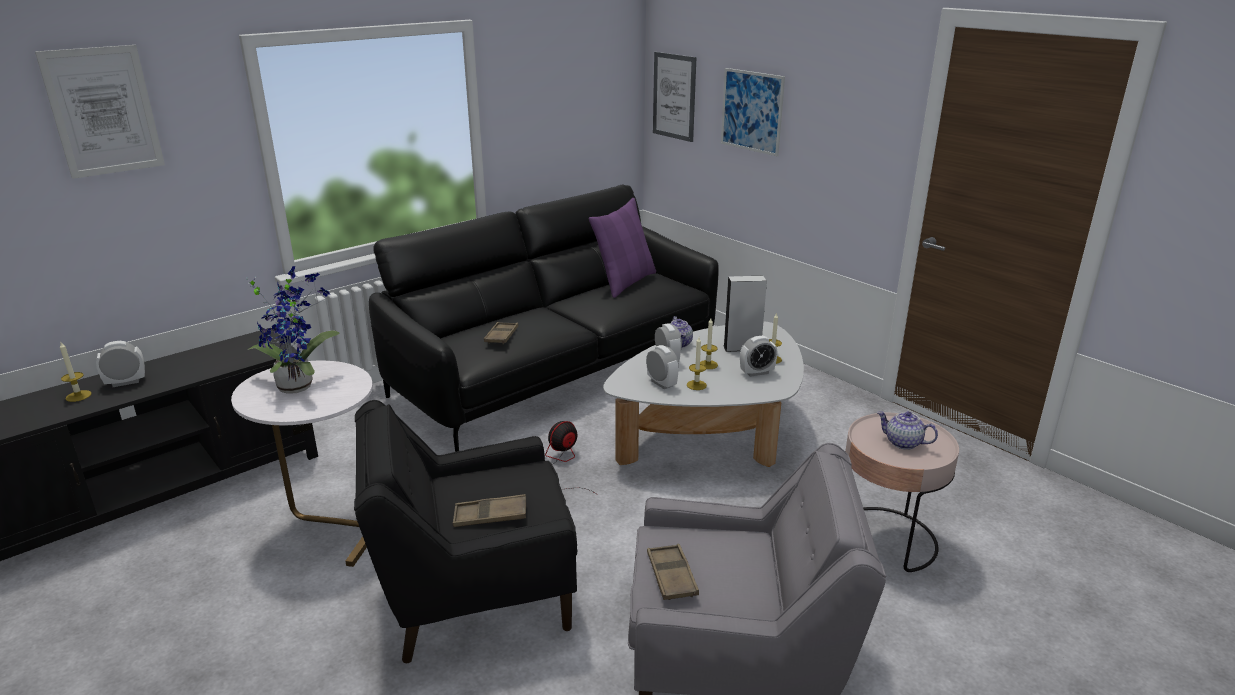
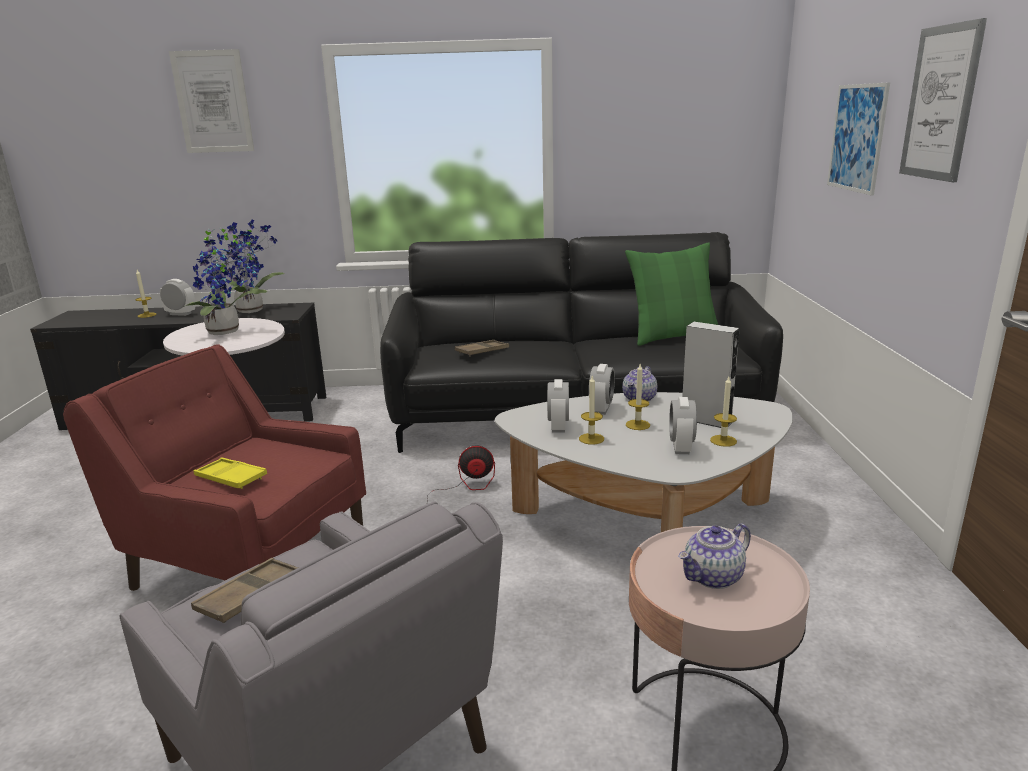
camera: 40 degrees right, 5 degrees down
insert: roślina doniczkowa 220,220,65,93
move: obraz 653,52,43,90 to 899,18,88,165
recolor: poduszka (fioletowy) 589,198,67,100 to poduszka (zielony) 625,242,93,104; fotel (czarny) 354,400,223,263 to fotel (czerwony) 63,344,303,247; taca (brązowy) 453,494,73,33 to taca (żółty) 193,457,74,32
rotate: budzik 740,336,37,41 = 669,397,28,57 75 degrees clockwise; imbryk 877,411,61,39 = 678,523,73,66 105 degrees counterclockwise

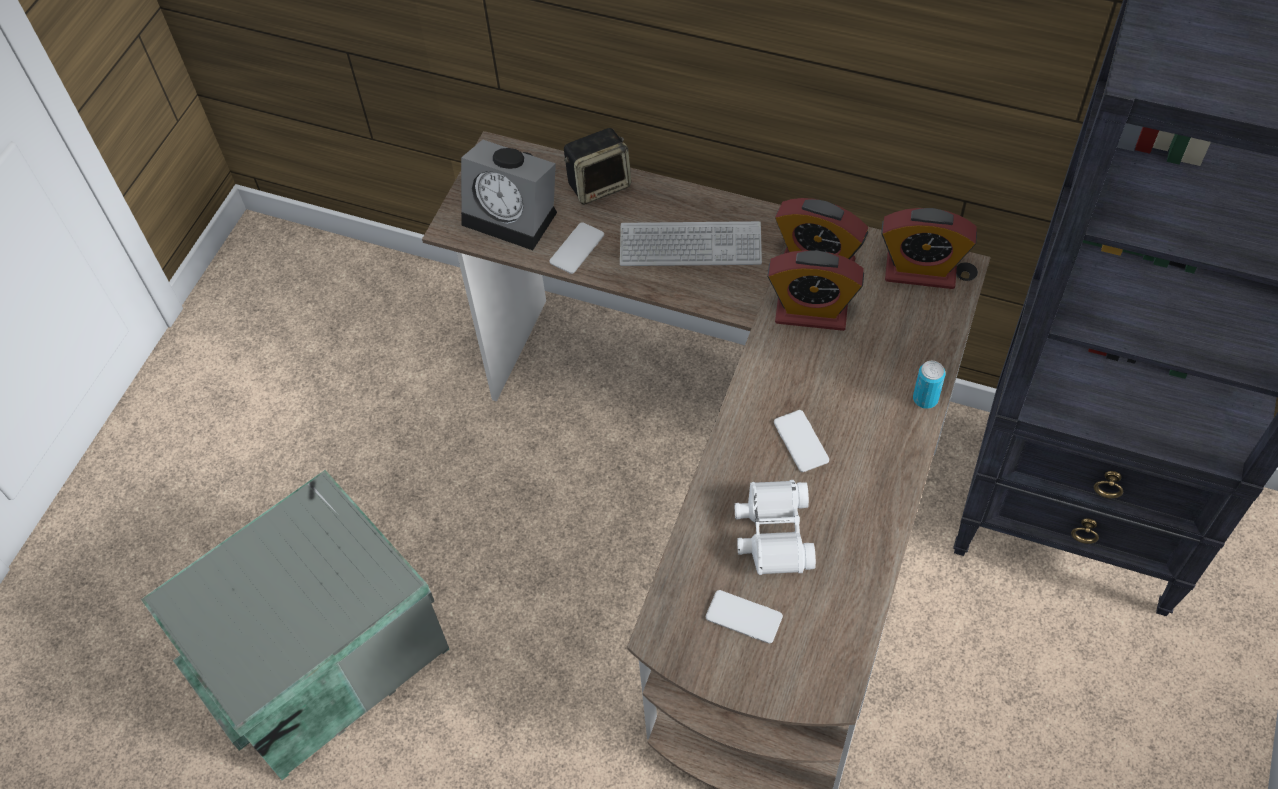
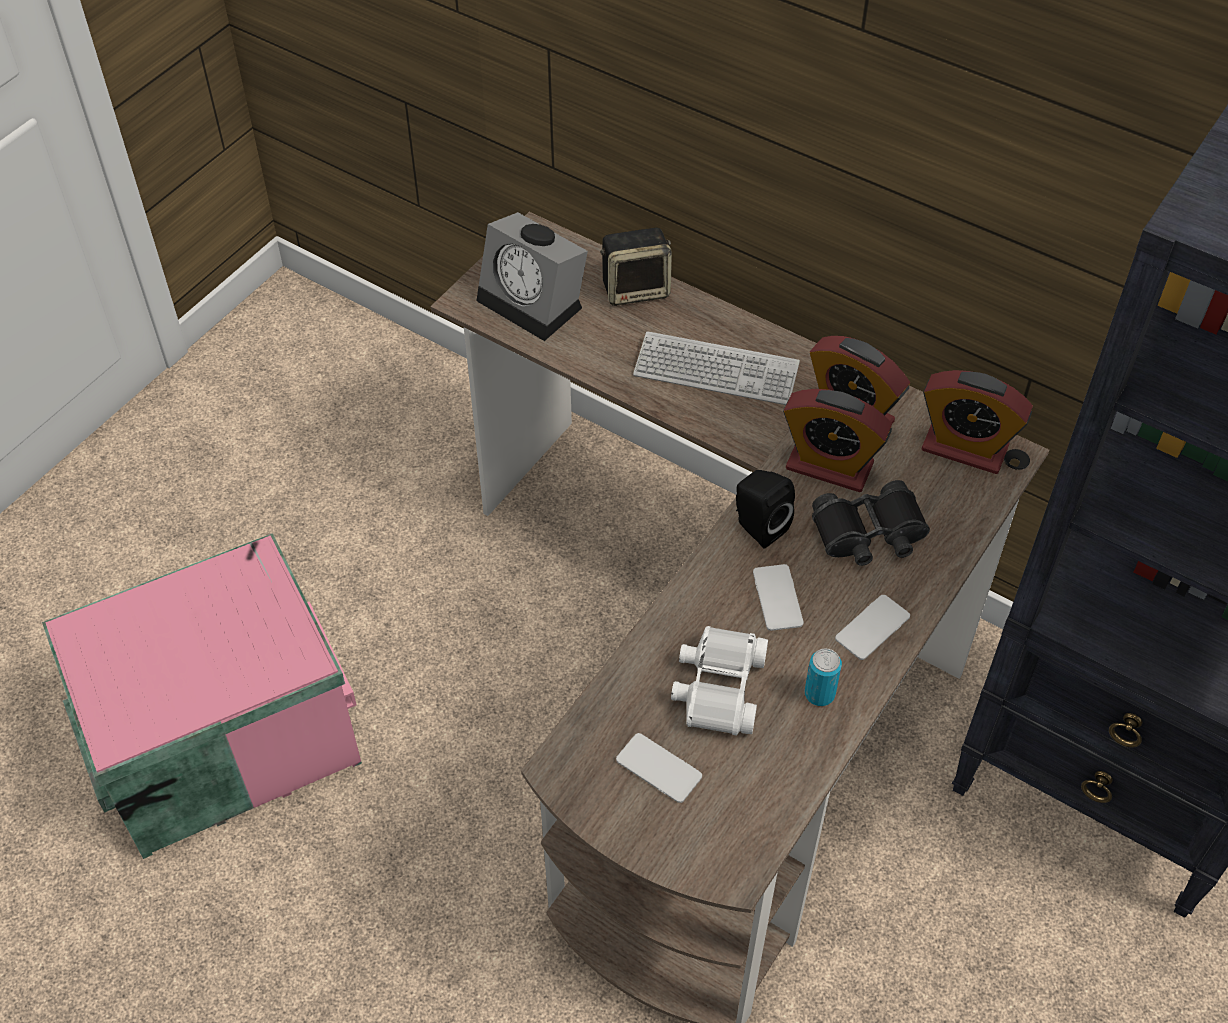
camera: 10 degrees right, 5 degrees down
insert: głośnik (czarny) 736,470,59,78; lornetka (czarny) 812,480,118,86
move: telefon 549,222,55,52 to 835,595,75,65; puszka 913,361,32,48 to 805,649,37,57
recolor: pojemnik do przechowywania (szary) 141,470,308,310 to pojemnik do przechowywania (różowy) 42,533,320,326

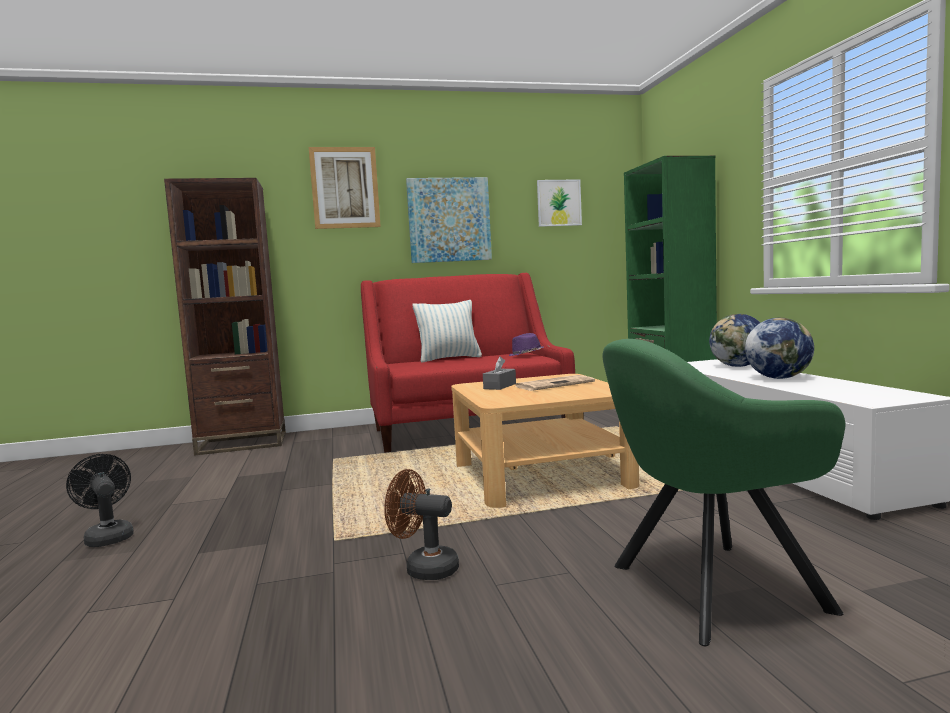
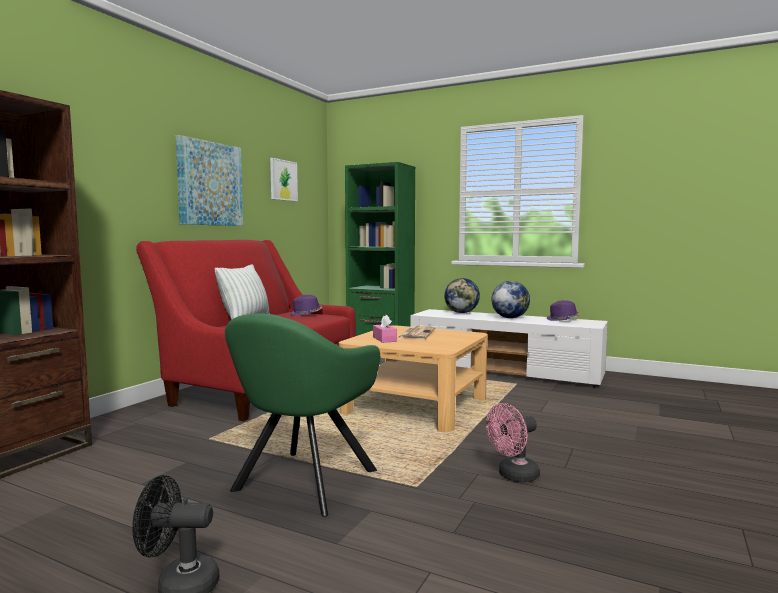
camera: 50 degrees left, 0 degrees up
delete: obraz 309,147,72,82
insert: kapelusz (fioletowy) 547,300,33,21
move: fotel (zielony) 603,339,242,307 to 225,313,155,204
recolor: pudełko chusteczek (szary) 483,357,33,33 to pudełko chusteczek (różowy) 373,315,24,28; wentylator (brązowy) 384,469,75,111 to wentylator (różowy) 486,403,54,79

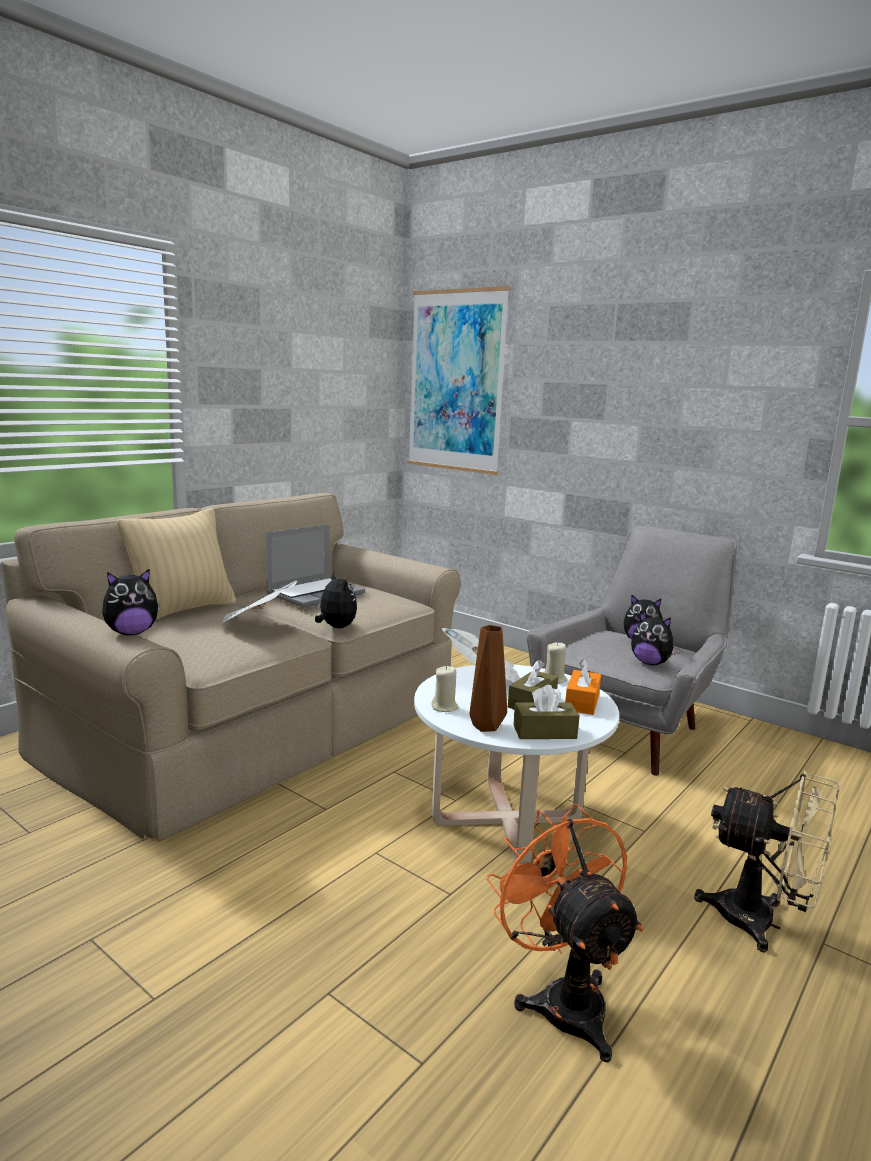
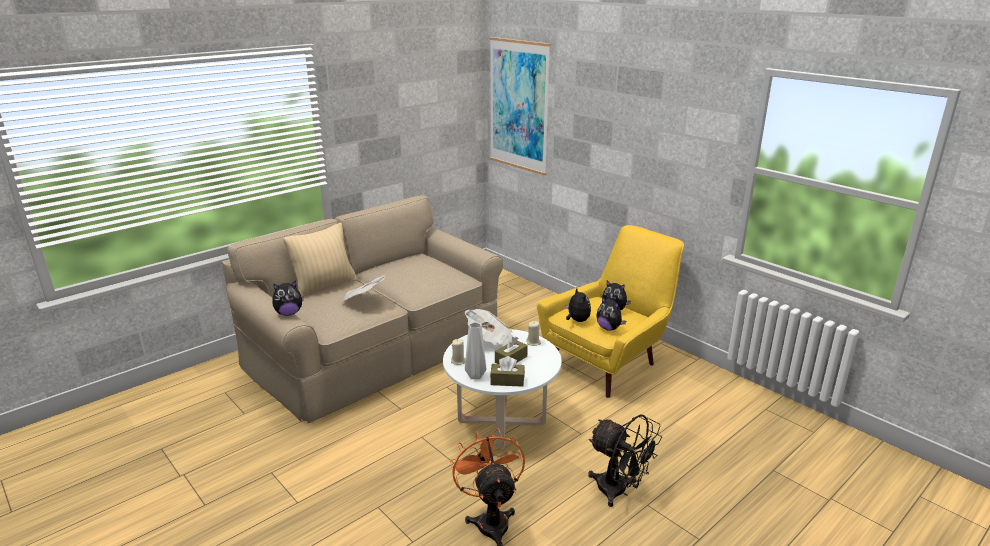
camera: 10 degrees right, 10 degrees up
delete: laptop 266,524,99,84; pudełko chusteczek (pomarańczowy) 565,659,36,56
move: pluszak 315,572,42,56 to 566,288,25,34
recolor: fotel (szary) 526,525,211,251 to fotel (żółty) 537,225,147,173; wazon (brązowy) 470,625,37,107 to wazon (szary) 465,322,21,57; wentylator (beżowy) 694,771,145,181 to wentylator (czarny) 588,414,74,93

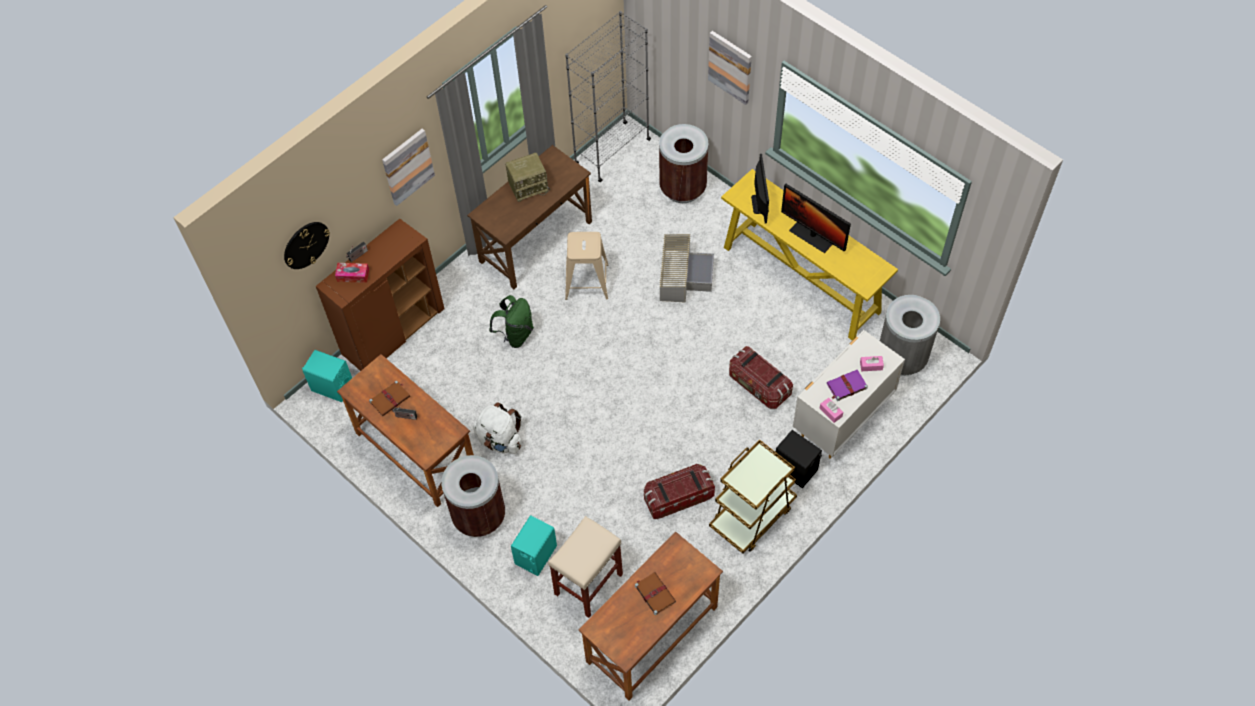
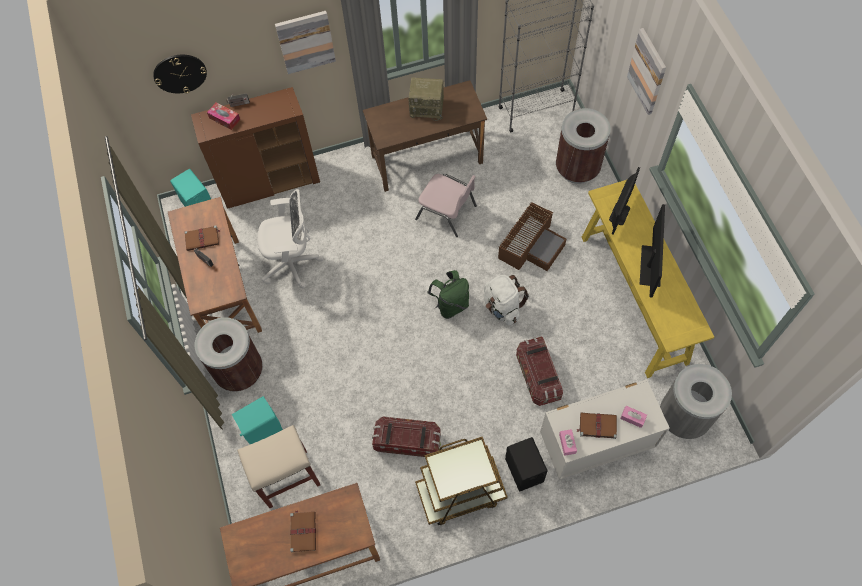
camera: 30 degrees right, 5 degrees up
insert: krzesło biurowe (biały) 257,189,66,99
move: plecak (zielony) 489,295,45,53 to 428,270,41,49; plecak (biały) 473,402,49,52 to 484,275,45,51
replace: stołek (beżowy) 565,232,43,68 to krzesło (różowy) 415,174,62,63
recolor: pojemnik do przechowywania (szary) 659,234,55,69 to pojemnik do przechowywania (brązowy) 498,202,68,69; książka (fioletowy) 827,370,41,31 to książka (brązowy) 577,413,40,26
rotate: monitor 781,184,70,69 = 640,204,25,93 150 degrees counterclockwise

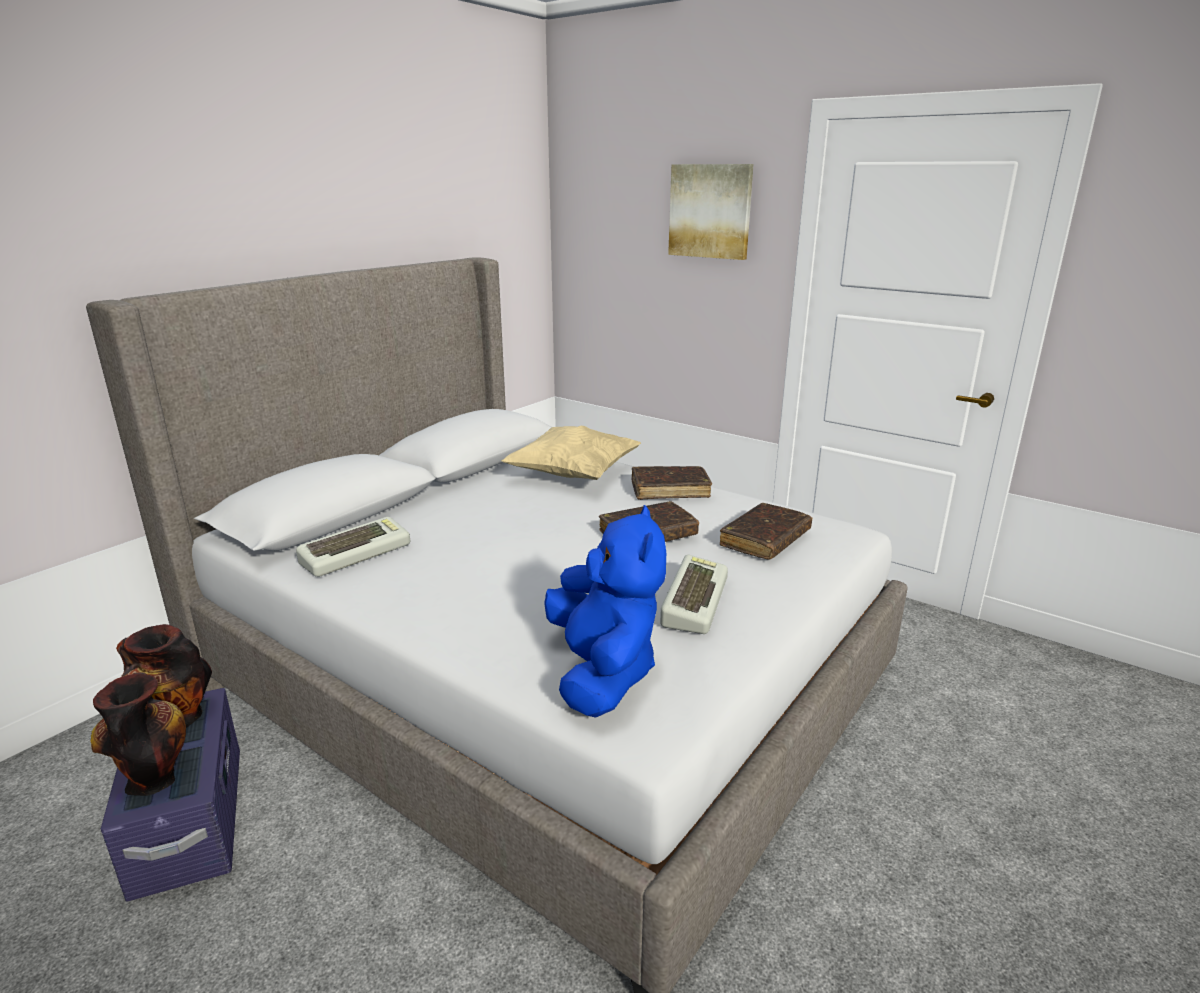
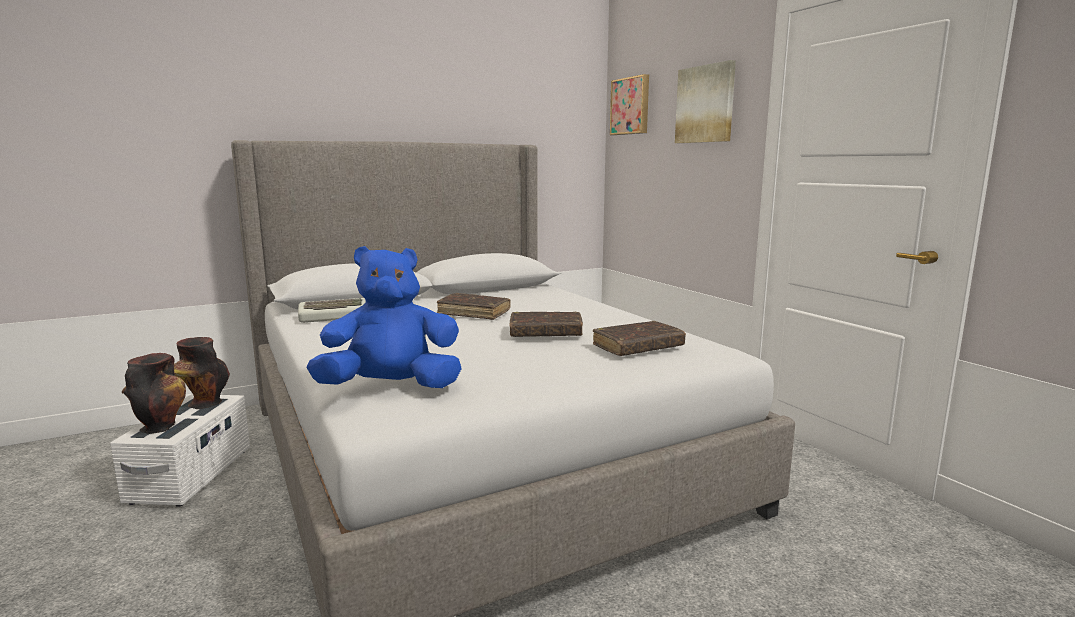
camera: 25 degrees right, 10 degrees down
delete: poduszka (beżowy) 501,426,140,54; klawiatura 660,555,68,79
insert: obraz 610,74,39,61
move: książka (brązowy) 632,466,80,34 to 437,293,74,27
recolor: pojemnik do przechowywania (fioletowy) 101,688,139,214 to pojemnik do przechowywania (biały) 110,394,140,113
rotate: pluszak (niebieski) 544,505,122,213 = 307,246,155,142 120 degrees counterclockwise

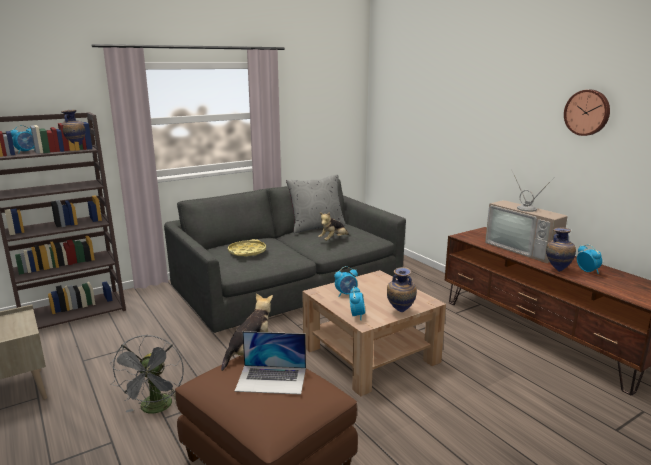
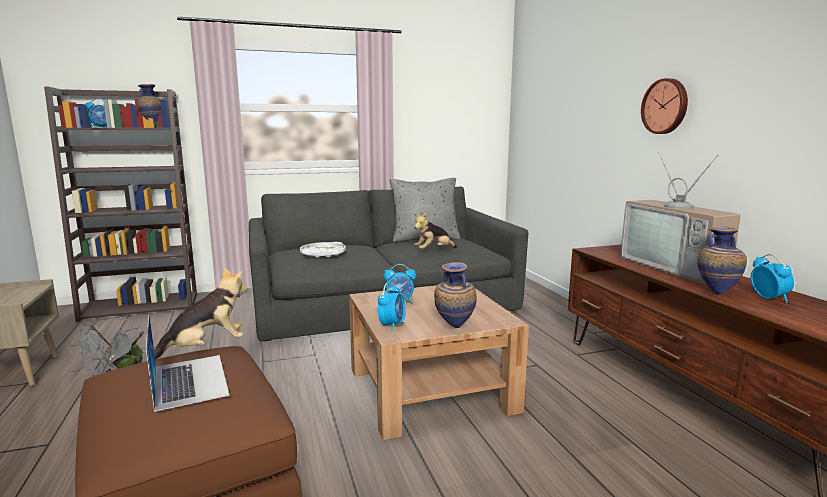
camera: 15 degrees right, 5 degrees down
move: zegar ścienny 564,90,46,46 to 641,78,47,56
recolor: taca (żółty) 228,239,38,18 to taca (biały) 300,242,46,16
rotate: laptop 235,331,71,64 = 146,314,83,98 135 degrees counterclockwise

